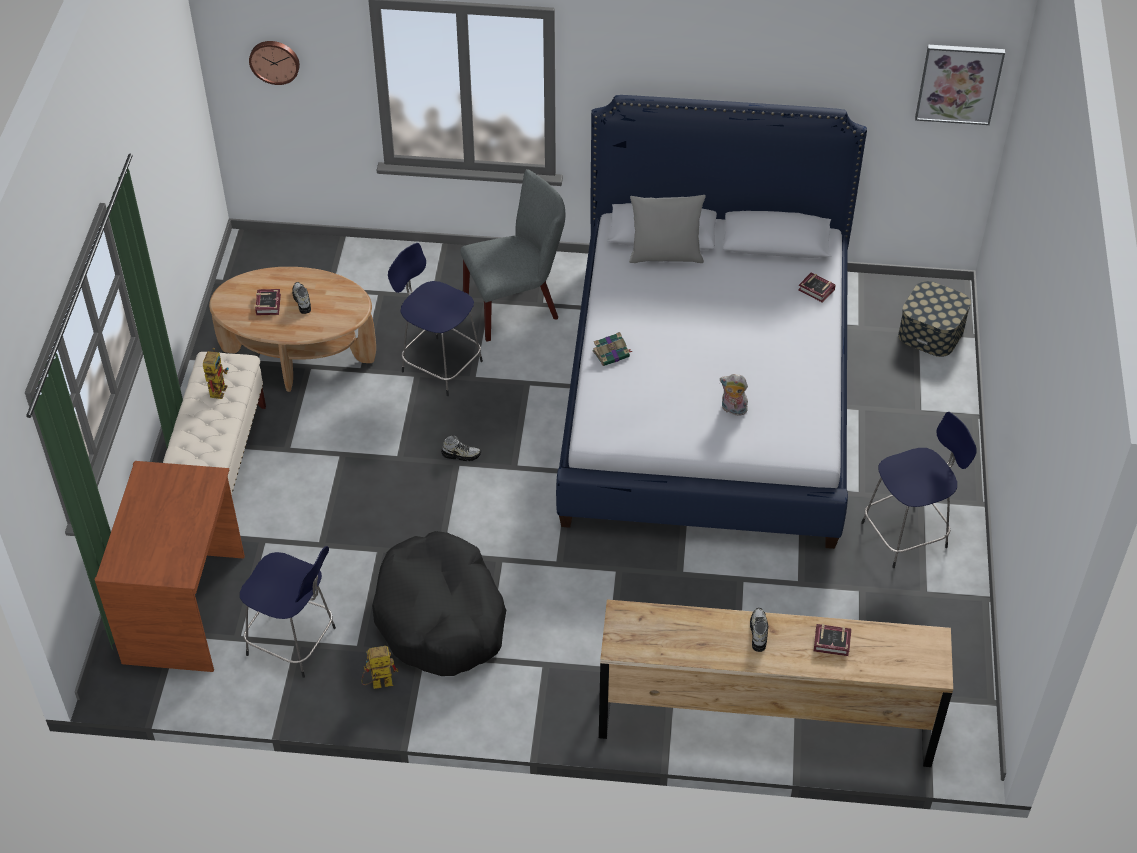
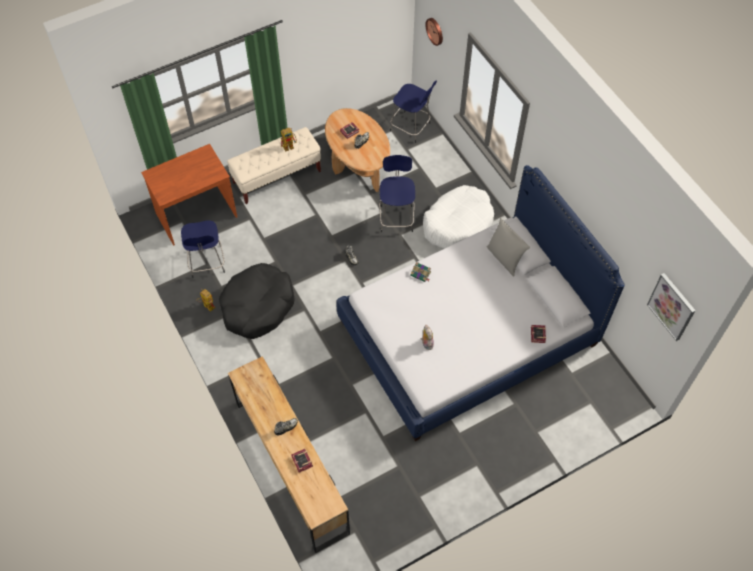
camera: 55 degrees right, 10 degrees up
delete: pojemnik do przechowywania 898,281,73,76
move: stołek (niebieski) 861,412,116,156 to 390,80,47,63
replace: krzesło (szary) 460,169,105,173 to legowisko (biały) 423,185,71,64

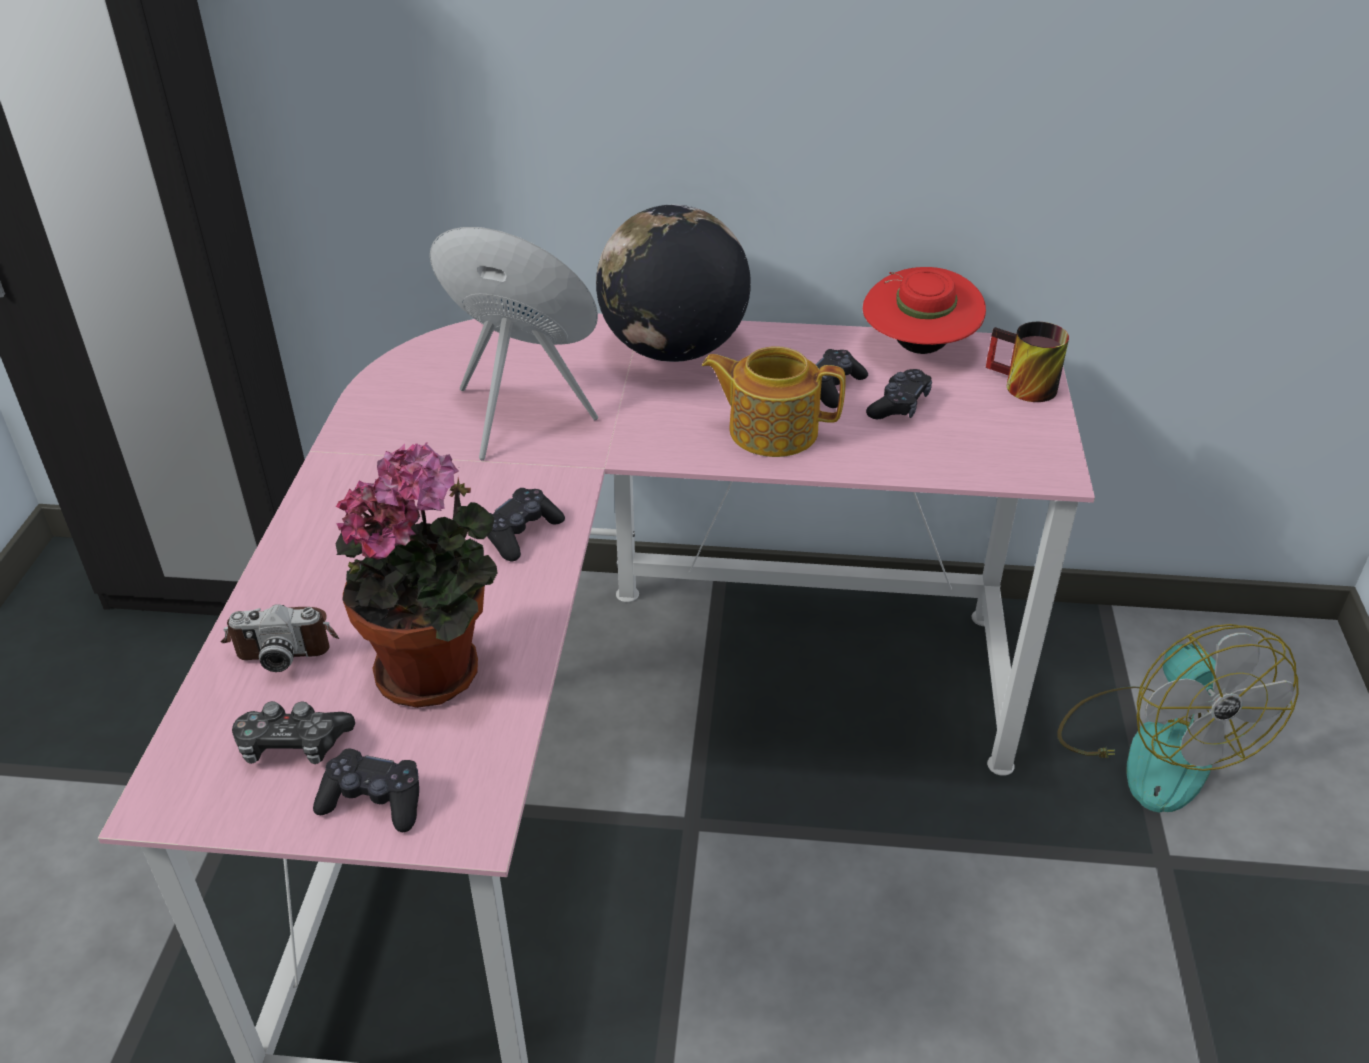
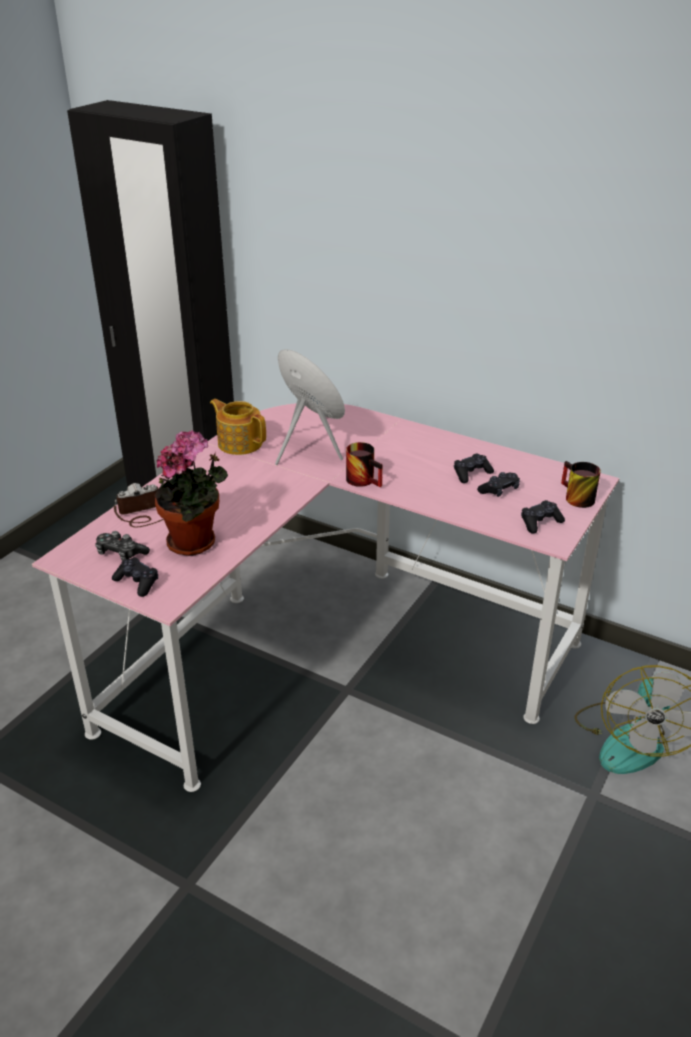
camera: 25 degrees right, 5 degrees down
delete: globus 596,205,155,157; kapelusz (czerwony) 863,267,123,87
insert: kubek 346,442,37,45
move: imbryk 702,347,144,110 to 210,399,56,56; pad do gier (czarny) 487,488,78,74 to 521,500,44,34
rotate: aparat fotograficzny 220,604,119,68 = 114,483,50,44 135 degrees clockwise

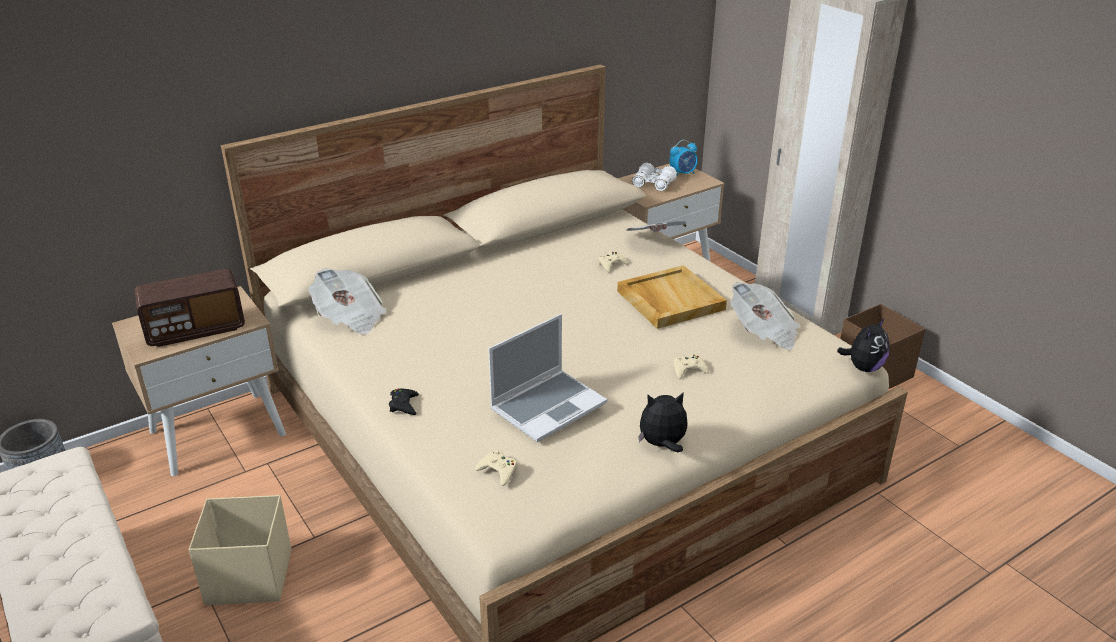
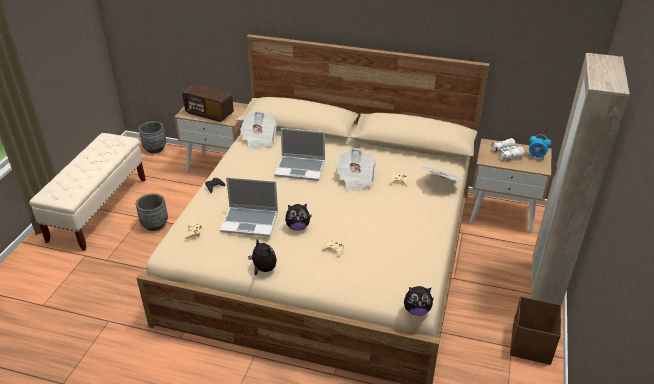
camera: 50 degrees right, 5 degrees up
delete: taca (beżowy) 617,265,110,64
insert: laptop 274,128,51,53; pluszak 285,204,27,26
move: gazeta 730,282,70,68 to 336,148,40,44
replace: pojemnik do przechowywania (beżowy) 189,495,103,110 to donica (szary) 136,193,32,38

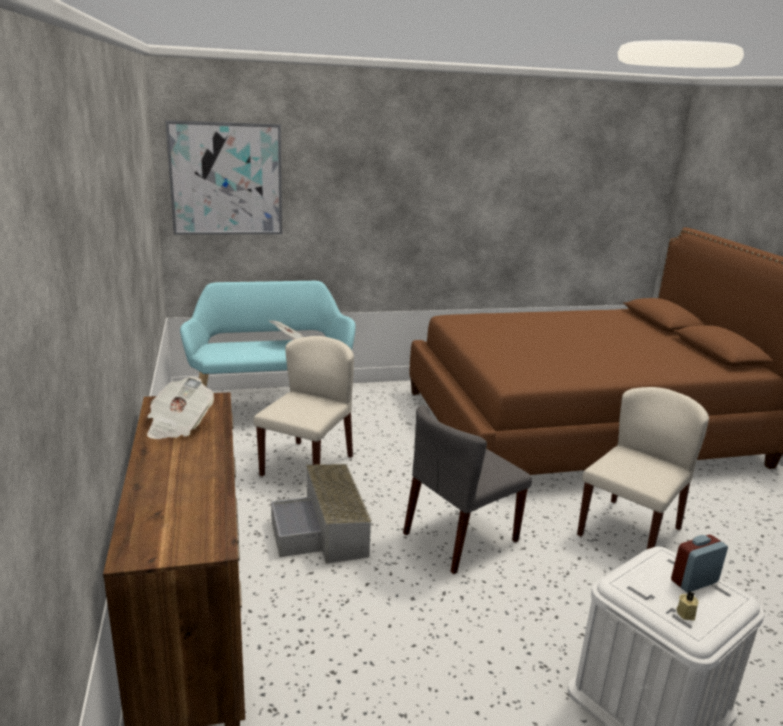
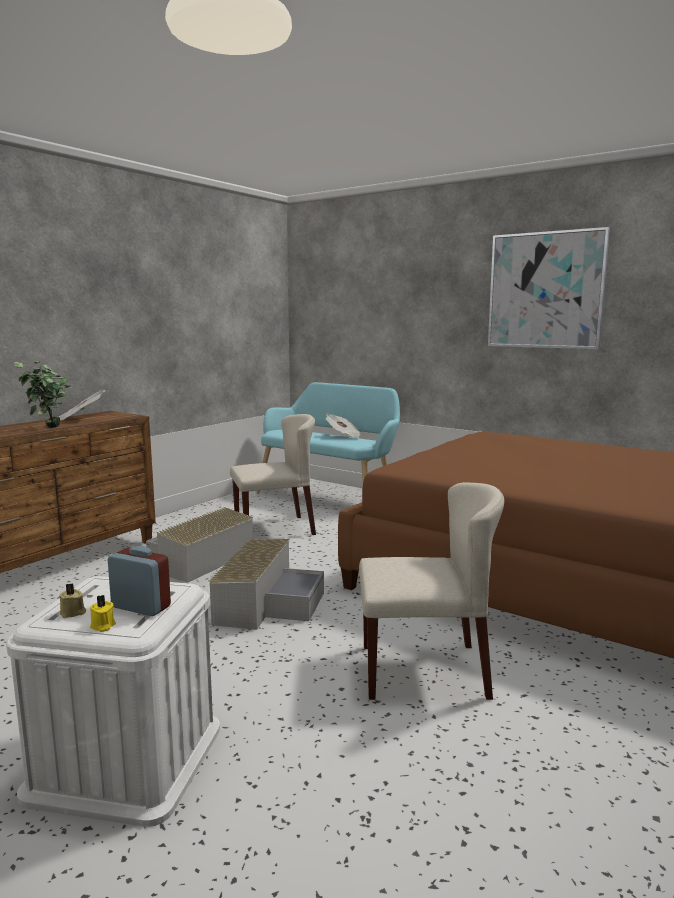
camera: 50 degrees right, 10 degrees down
insert: roślina doniczkowa 14,361,56,67; świeca (żółty) 90,595,26,37
move: obraz 165,120,117,114 to 488,227,122,122
replace: krzesło (szary) 403,405,129,169 to pojemnik do przechowywania (szary) 209,539,115,91

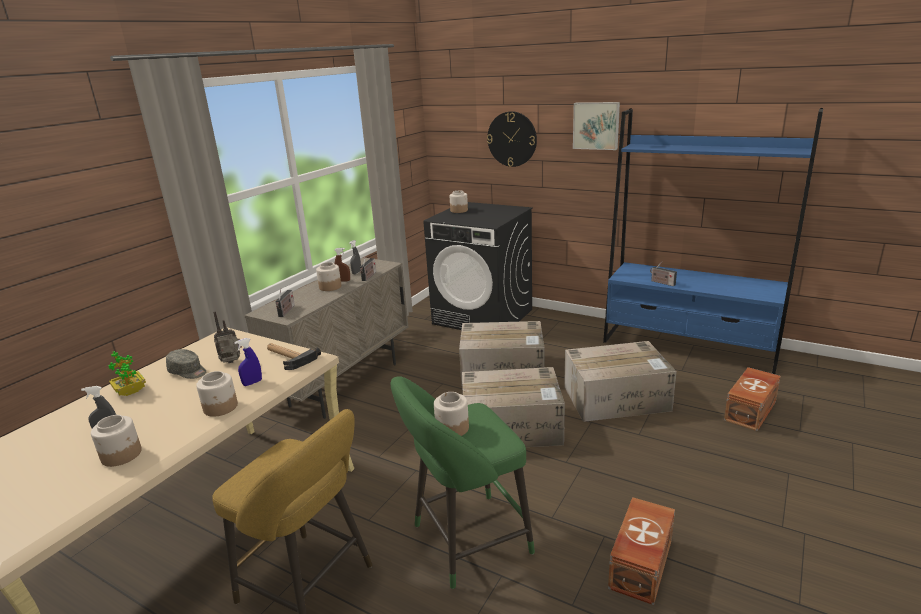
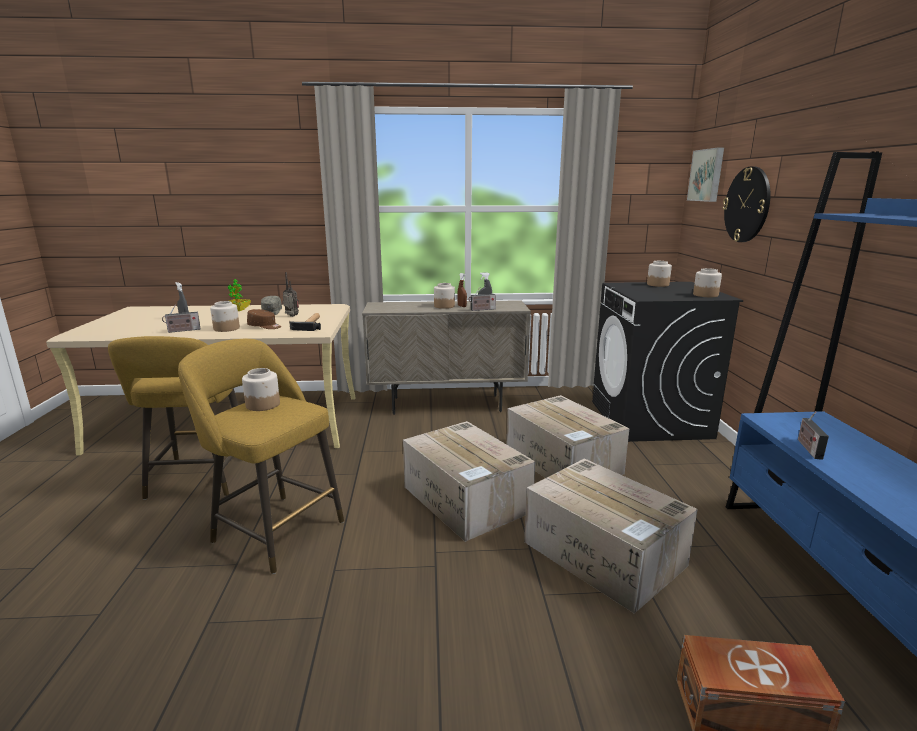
camera: 55 degrees right, 5 degrees down
delete: pojemnik do przechowywania (brązowy) 608,497,67,108
move: obraz 573,102,47,48 to 687,147,37,55; radio 276,288,19,29 to 162,304,39,29; słoik 91,415,51,52 to 693,268,29,29
replace: spryskiwacz (niebieski) 235,338,27,48 to czapka z daszkiem (brązowy) 247,309,34,20
recolor: stołek (zielony) 391,376,144,213 to stołek (żółty) 178,339,166,235

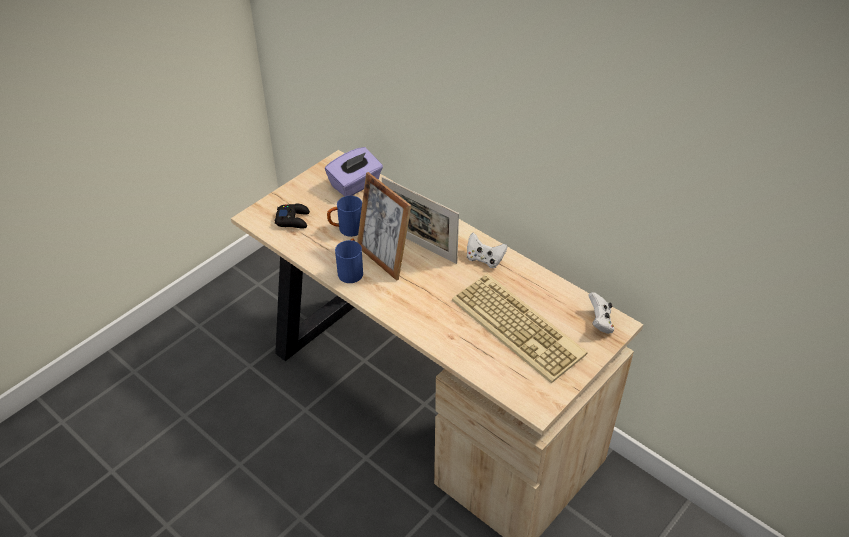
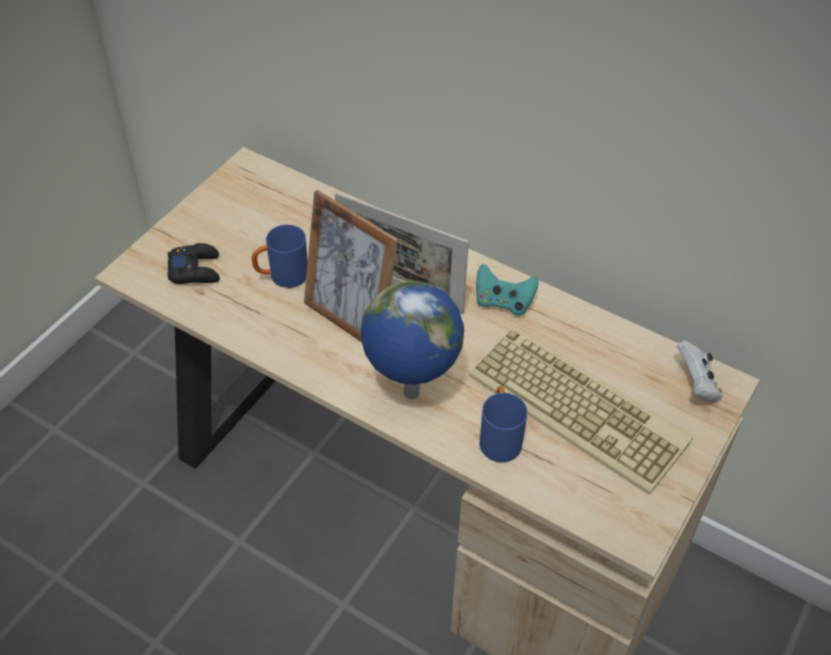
camera: 10 degrees left, 5 degrees up
delete: pudełko chusteczek (fioletowy) 325,147,58,49
insert: globus 361,281,103,118
move: kubek (niebieski) 335,238,28,45 to 480,386,48,76
recolor: pad do gier (biały) 467,233,40,35 to pad do gier (turkusowy) 476,264,63,52

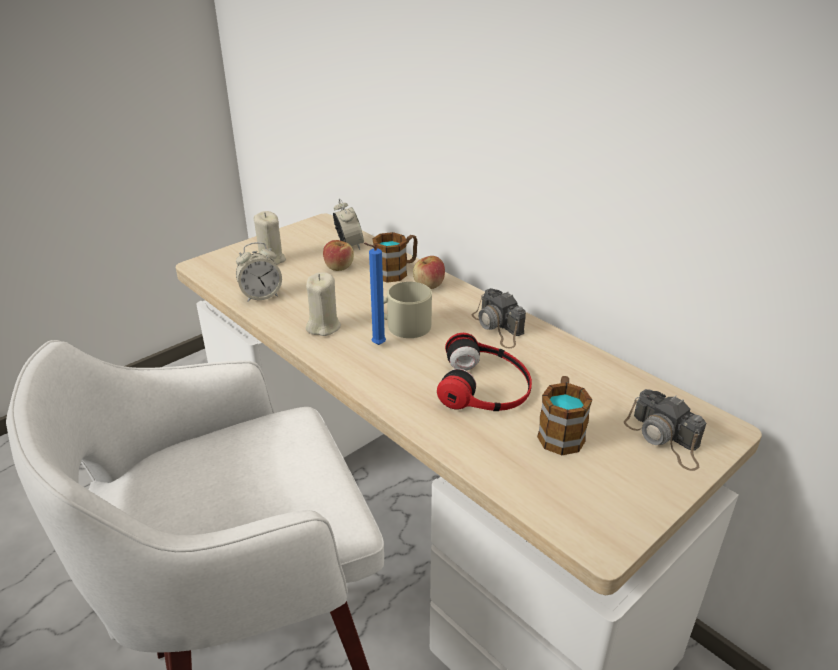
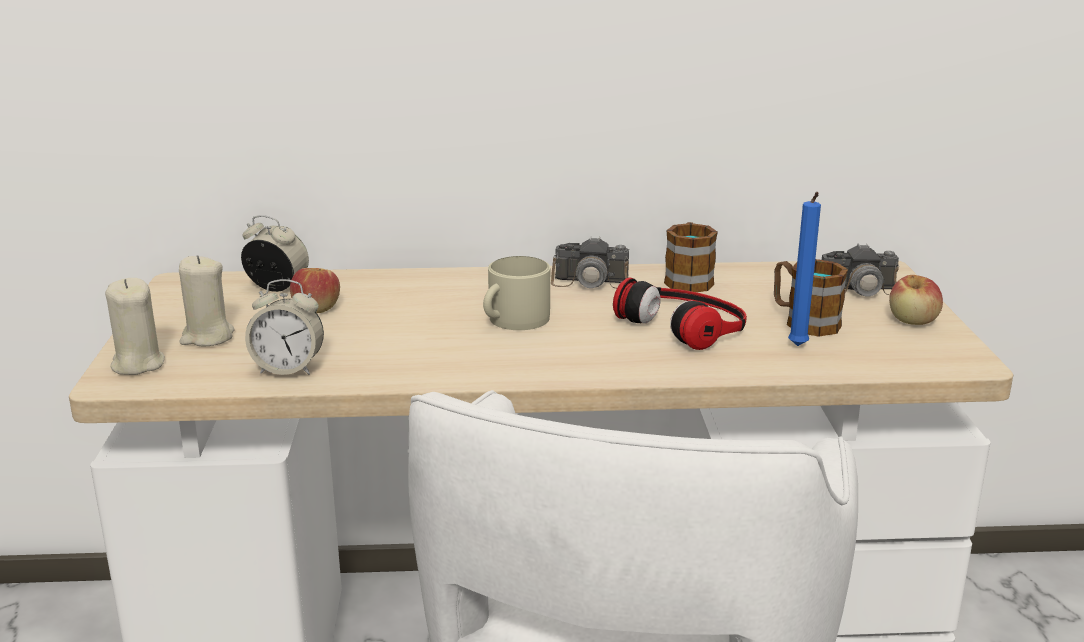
camera: 50 degrees left, 10 degrees down
move: kubek 373,232,45,51 to 664,222,54,70; świeca (niebieski) 364,243,22,102 to 788,192,33,154; jabłko 413,256,32,33 to 889,275,54,50; świeca (beżowy) 306,273,35,63 to 105,278,60,97
rotate: budzik 236,242,46,60 = 245,279,79,96 75 degrees clockwise

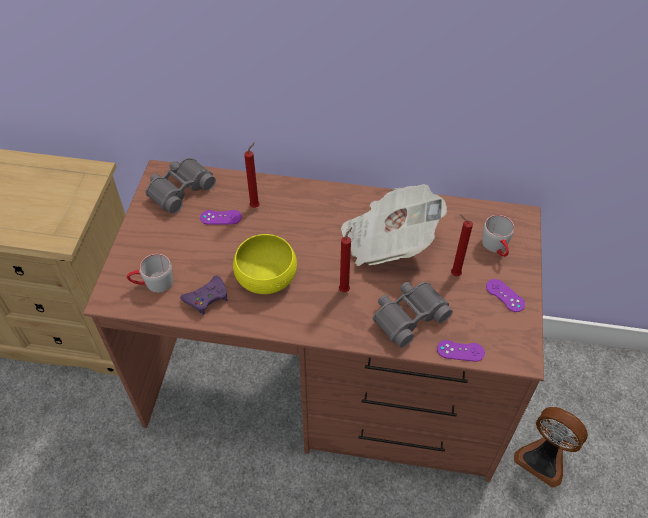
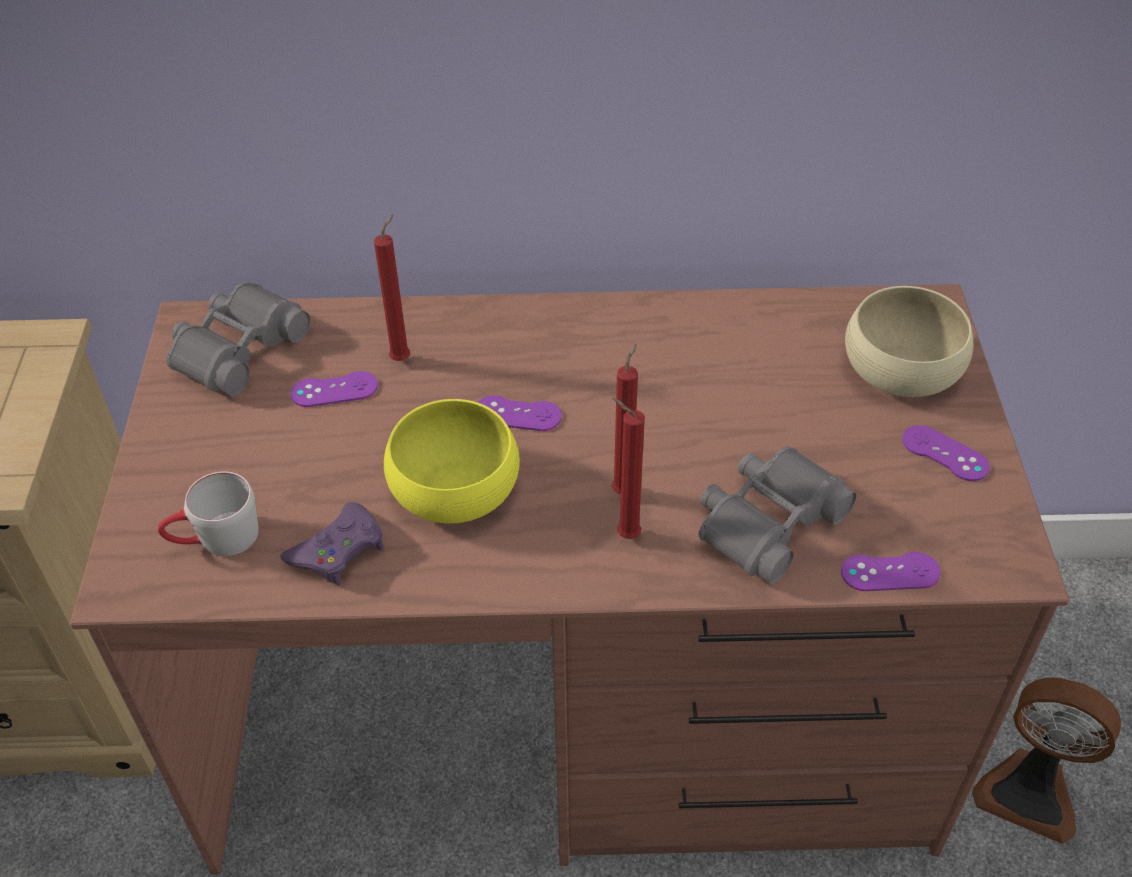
camera: 10 degrees left, 5 degrees down
delete: gazeta 341,184,106,82
insert: pad do gier (fioletowy) 477,395,85,36
move: świeca (czerwony) 451,214,22,62 to 612,398,33,141
replace: kubek (szary) 482,215,32,42 to miska (beżowy) 845,286,129,111

